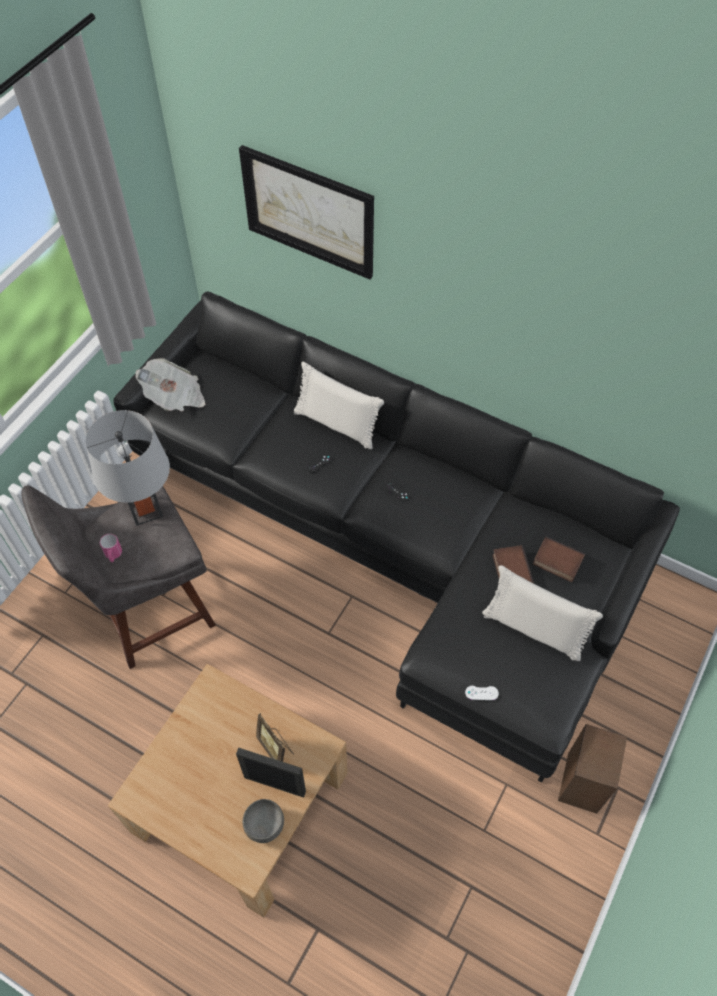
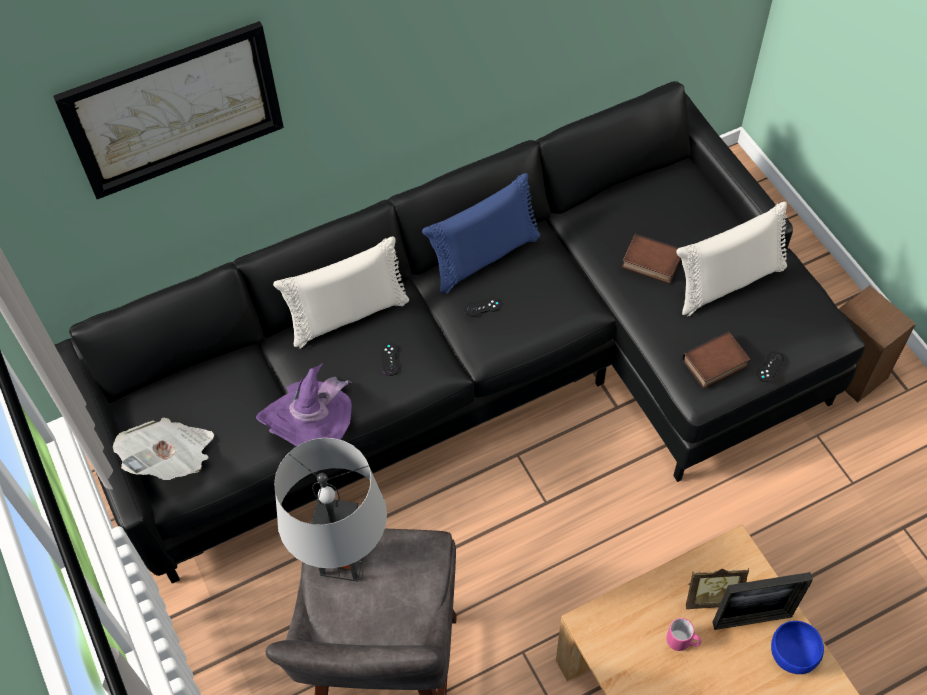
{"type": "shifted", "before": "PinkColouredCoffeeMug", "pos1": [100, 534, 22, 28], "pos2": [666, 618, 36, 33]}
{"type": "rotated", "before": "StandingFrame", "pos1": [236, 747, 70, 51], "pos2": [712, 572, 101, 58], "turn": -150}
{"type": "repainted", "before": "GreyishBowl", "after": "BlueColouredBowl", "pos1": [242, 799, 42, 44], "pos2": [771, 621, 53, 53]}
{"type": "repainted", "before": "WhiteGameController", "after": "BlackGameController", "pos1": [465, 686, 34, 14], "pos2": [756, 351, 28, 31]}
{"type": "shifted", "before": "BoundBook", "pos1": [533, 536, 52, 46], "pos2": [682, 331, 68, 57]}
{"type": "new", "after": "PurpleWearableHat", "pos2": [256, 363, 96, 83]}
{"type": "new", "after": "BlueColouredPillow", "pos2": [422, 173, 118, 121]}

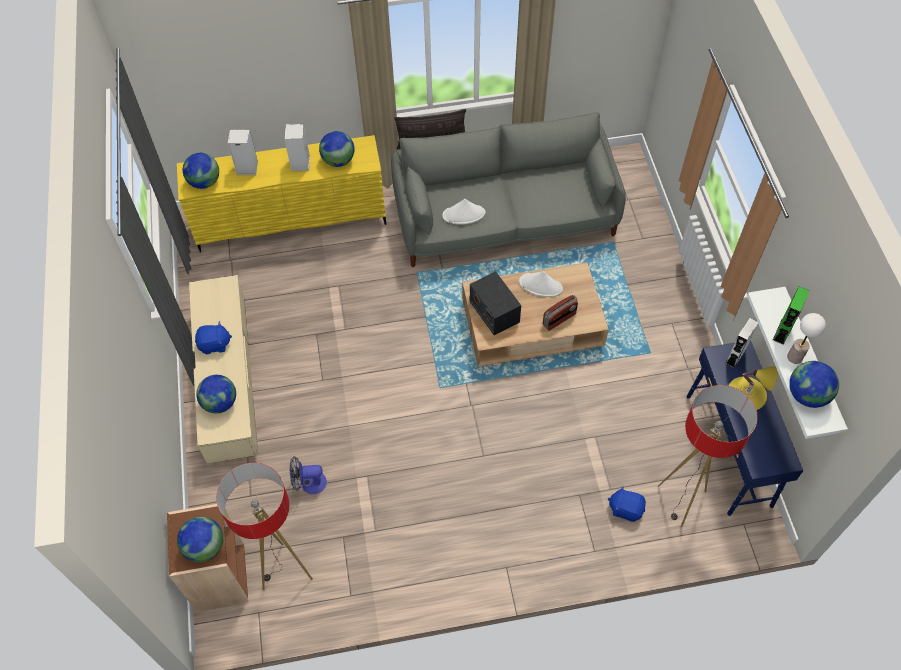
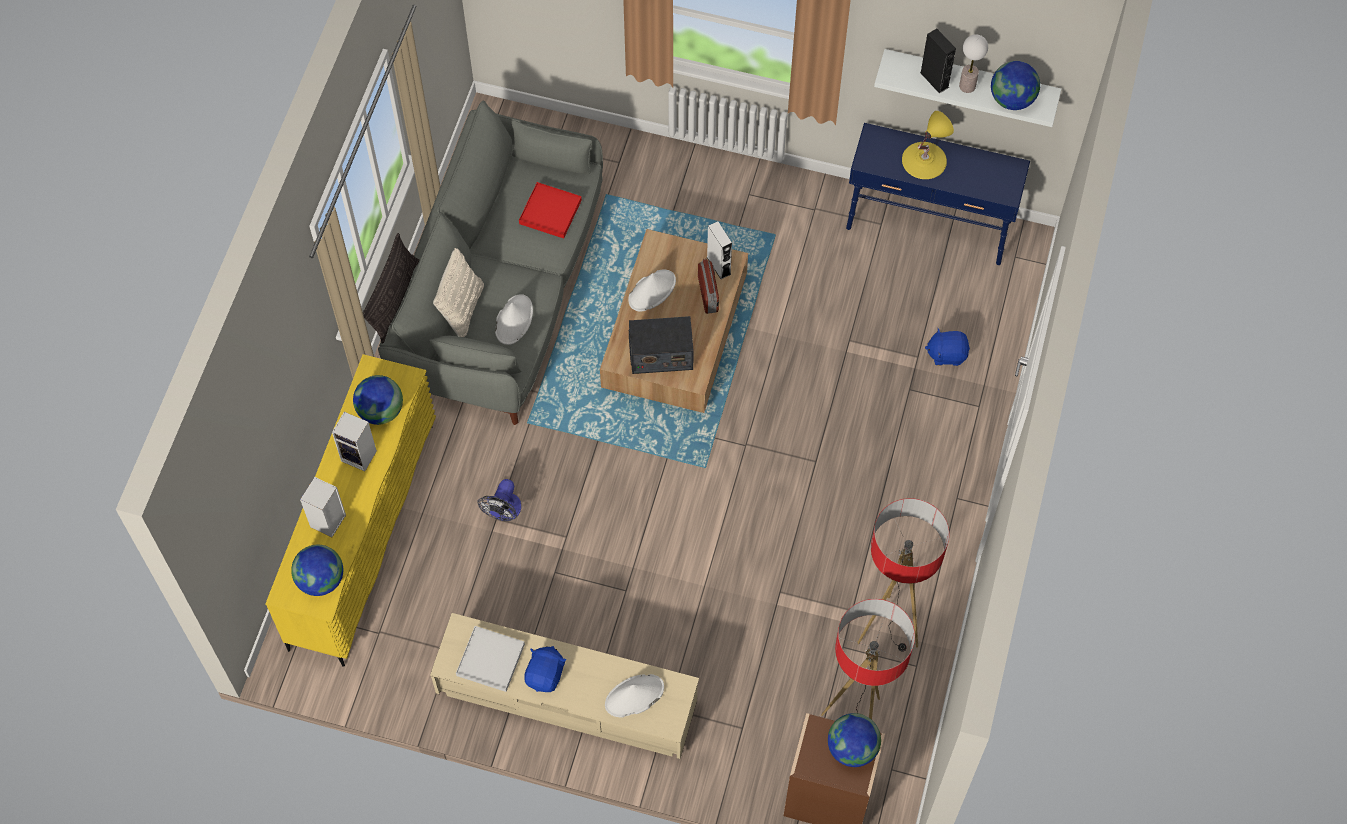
{"type": "swapped", "before": "DeskGlobe", "after": "WhiteWearableHat", "pos1": [196, 375, 40, 38], "pos2": [605, 674, 59, 43]}
{"type": "shifted", "before": "Fan", "pos1": [290, 456, 37, 38], "pos2": [477, 479, 44, 42]}
{"type": "rotated", "before": "BlueColouredCuddlyToy", "pos1": [608, 487, 38, 35], "pos2": [925, 328, 45, 38], "turn": 45}
{"type": "shifted", "before": "StandingLamp", "pos1": [658, 385, 100, 142], "pos2": [857, 498, 92, 154]}
{"type": "shifted", "before": "WhiteLoudspeaker", "pos1": [726, 318, 32, 50], "pos2": [707, 221, 25, 58]}
{"type": "repainted", "before": "GreenishLoudspeaker", "after": "BlackLoudspeaker", "pos1": [773, 287, 36, 58], "pos2": [920, 28, 36, 66]}
{"type": "new", "after": "BeigeColouredPillow", "pos2": [433, 248, 51, 89]}
{"type": "new", "after": "WhiteServingTray", "pos2": [456, 626, 69, 66]}
{"type": "new", "after": "RedServingTray", "pos2": [519, 182, 63, 56]}

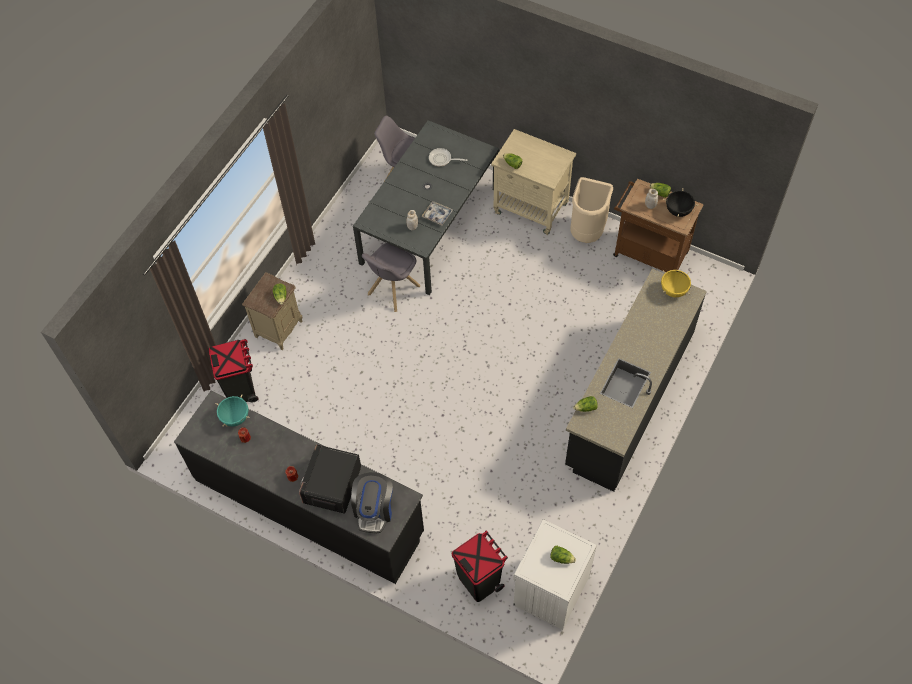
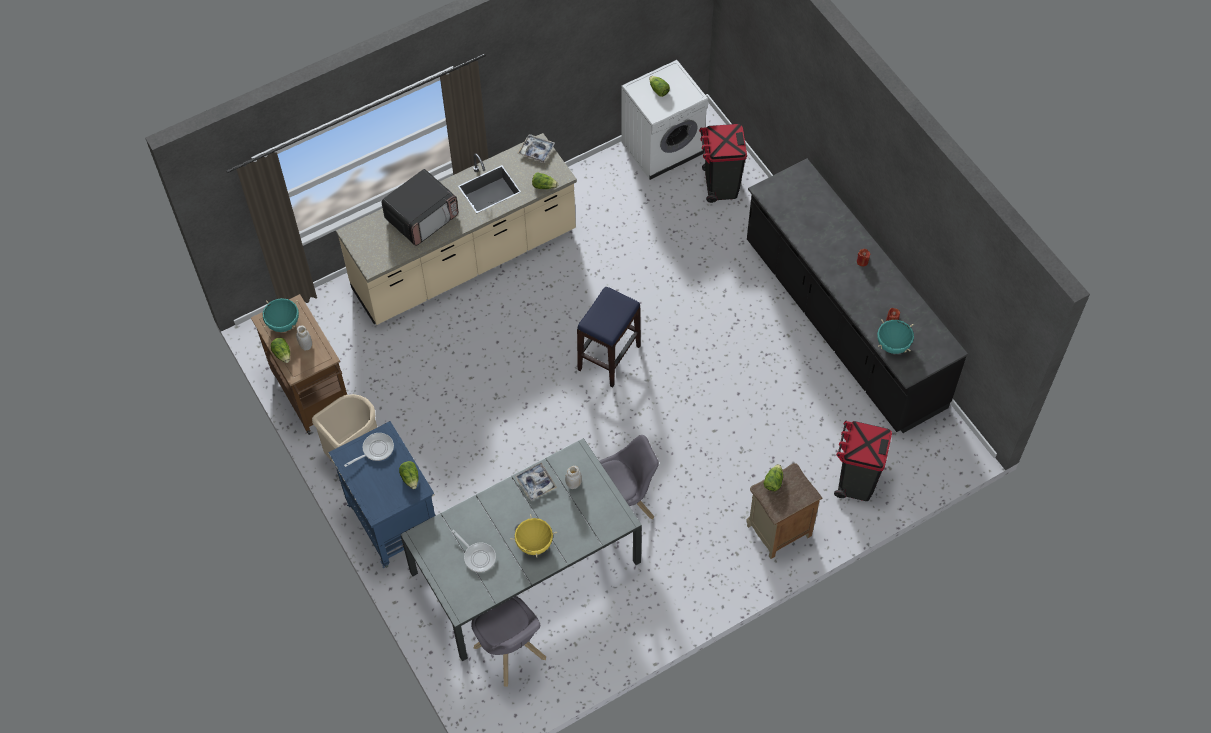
{"type": "shifted", "before": "KitchenMicrowave", "pos1": [299, 445, 62, 69], "pos2": [381, 169, 78, 77]}
{"type": "gone", "before": "CoffeeMaker", "pos1": [351, 472, 42, 61]}
{"type": "repainted", "before": "BeigeColouredCart", "after": "BlueColouredCart", "pos1": [491, 129, 85, 106], "pos2": [328, 421, 107, 147]}
{"type": "repainted", "before": "BlackKitchenBaseUnit", "after": "BeigeColouredKitchenBaseUnit", "pos1": [565, 269, 142, 223], "pos2": [336, 133, 241, 192]}
{"type": "shifted", "before": "YellowishSaucepot", "pos1": [661, 270, 30, 27], "pos2": [510, 514, 47, 43]}
{"type": "repainted", "before": "BlackSaucepot", "after": "TurquoiseColouredSaucepot", "pos1": [663, 188, 35, 29], "pos2": [263, 298, 36, 34]}
{"type": "new", "after": "FryingPan", "pos2": [344, 433, 50, 34]}
{"type": "new", "after": "ServingTray", "pos2": [517, 134, 38, 29]}
{"type": "new", "after": "Stool", "pos2": [577, 287, 64, 101]}

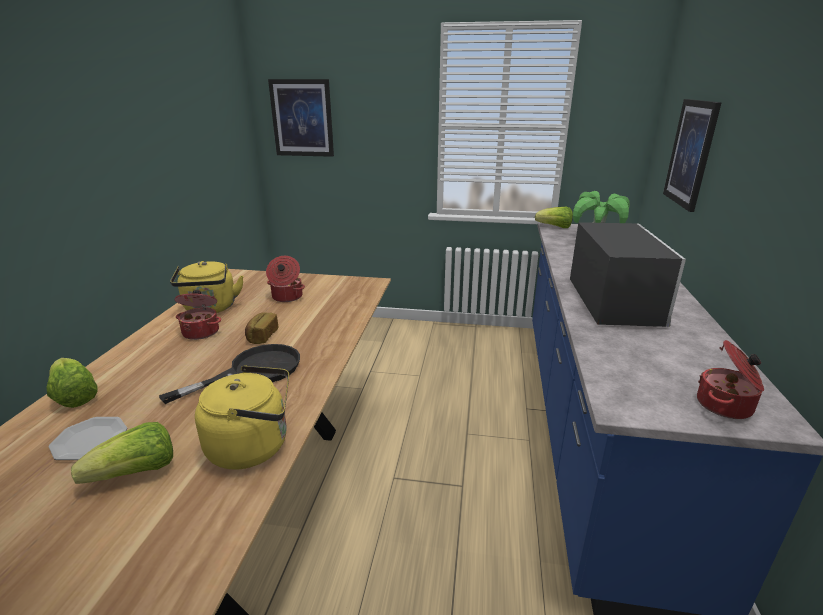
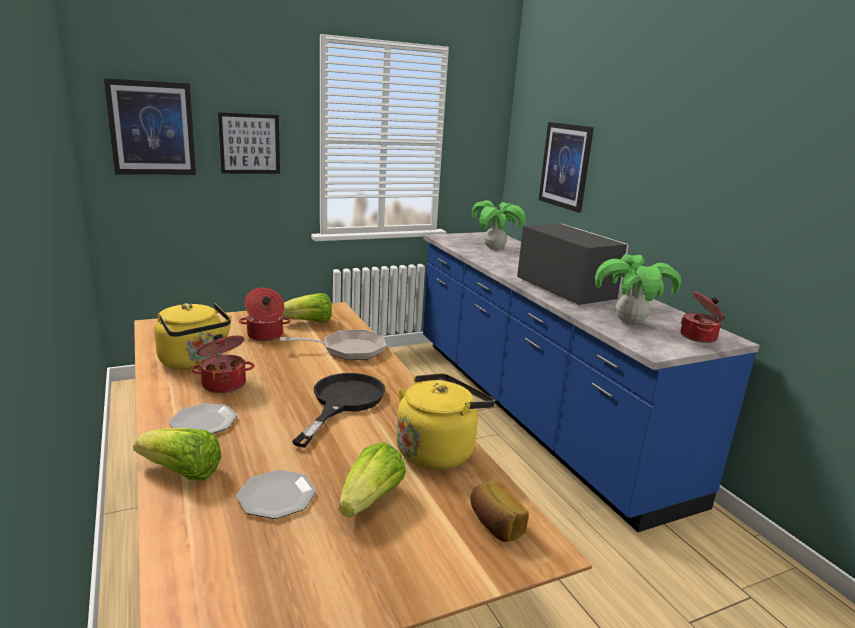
{"type": "shifted", "before": "BakedBread", "pos1": [245, 312, 33, 32], "pos2": [470, 481, 59, 61]}
{"type": "shifted", "before": "Lettuce", "pos1": [535, 207, 38, 21], "pos2": [282, 293, 50, 30]}
{"type": "new", "after": "DinnerPlate", "pos2": [169, 403, 68, 31]}
{"type": "new", "after": "WallArt", "pos2": [218, 112, 62, 62]}
{"type": "new", "after": "FryingPan", "pos2": [280, 330, 106, 30]}
{"type": "new", "after": "PottedPlant", "pos2": [595, 254, 86, 71]}

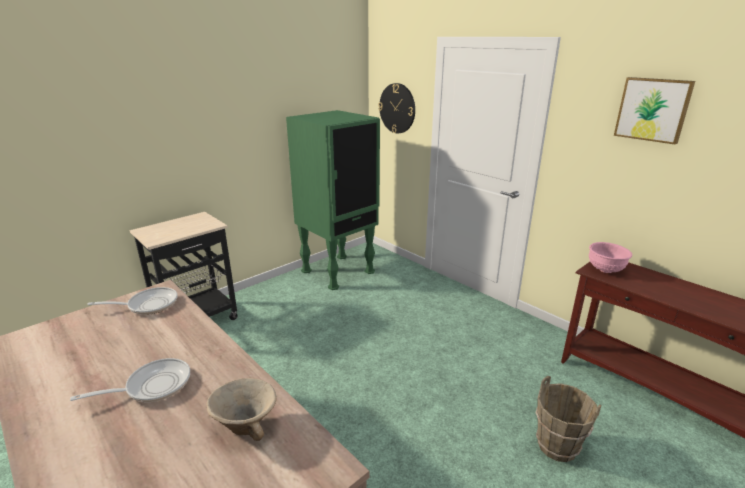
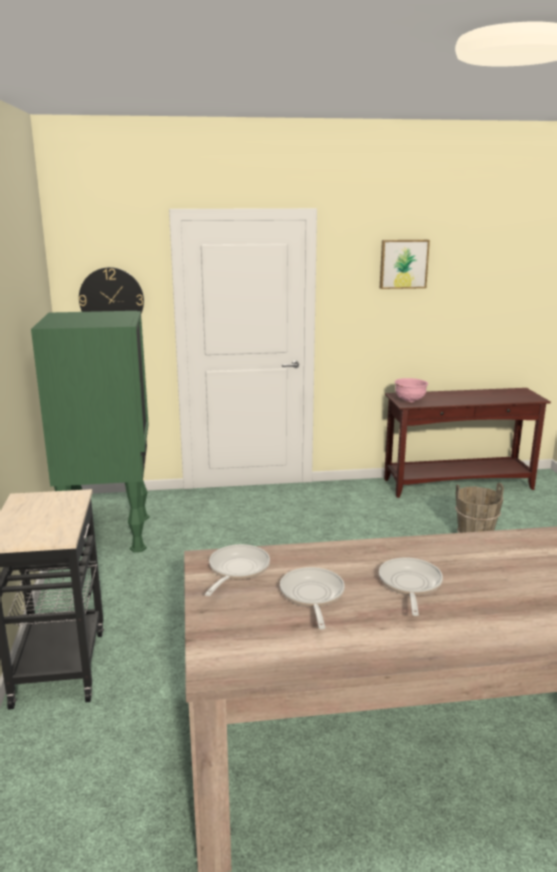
{"type": "gone", "before": "BeigeColouredBowl", "pos1": [206, 378, 71, 63]}
{"type": "new", "after": "FryingPan", "pos2": [280, 567, 65, 63]}

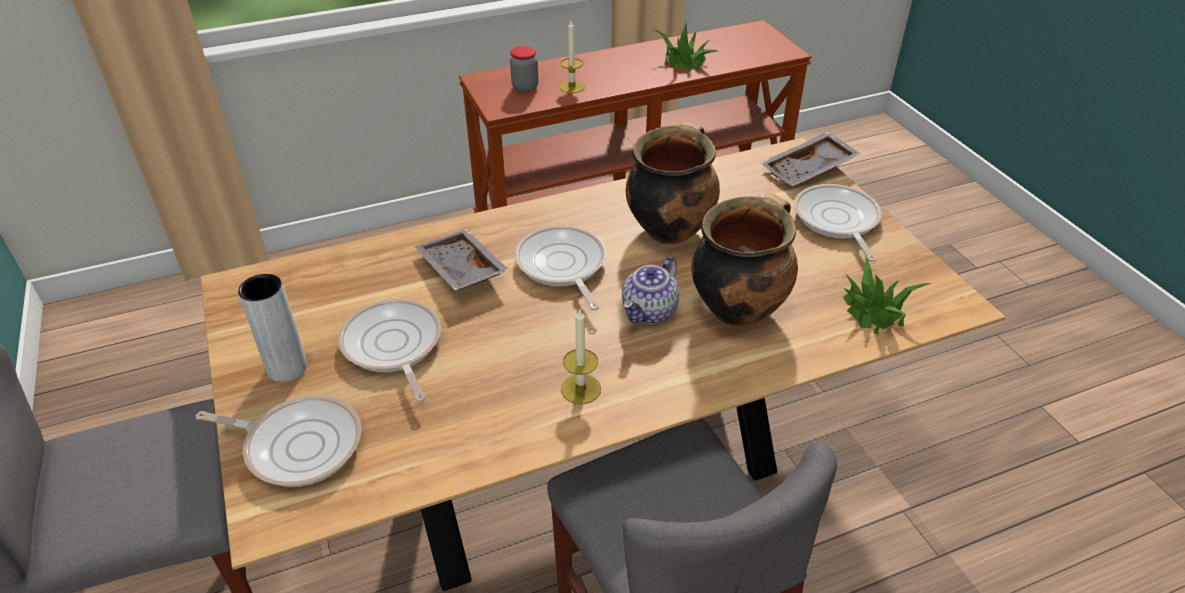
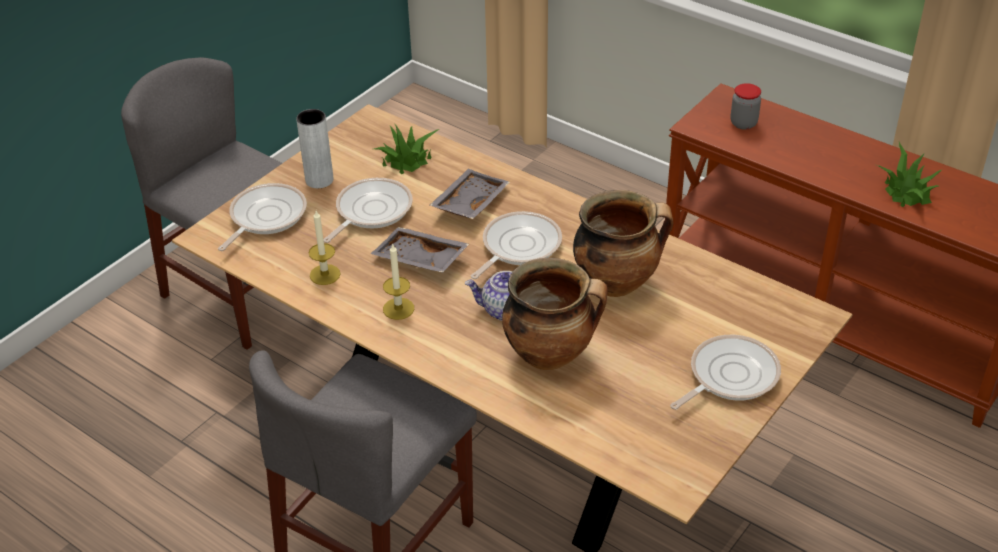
{"type": "rotated", "before": "FryingPan", "pos1": [196, 395, 166, 92], "pos2": [218, 183, 89, 68], "turn": -135}
{"type": "shifted", "before": "Candle", "pos1": [559, 21, 26, 72], "pos2": [308, 211, 32, 74]}
{"type": "shifted", "before": "GreyishServingTray", "pos1": [761, 132, 100, 54], "pos2": [370, 227, 99, 46]}
{"type": "shifted", "before": "PottedPlant", "pos1": [843, 256, 88, 79], "pos2": [374, 123, 65, 51]}

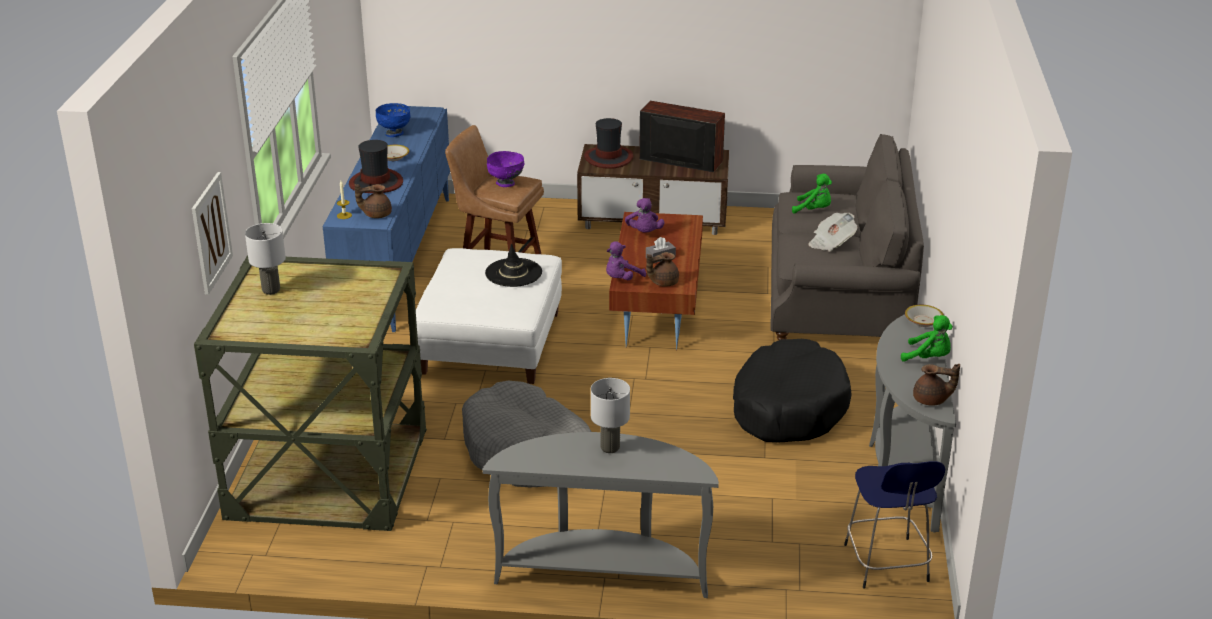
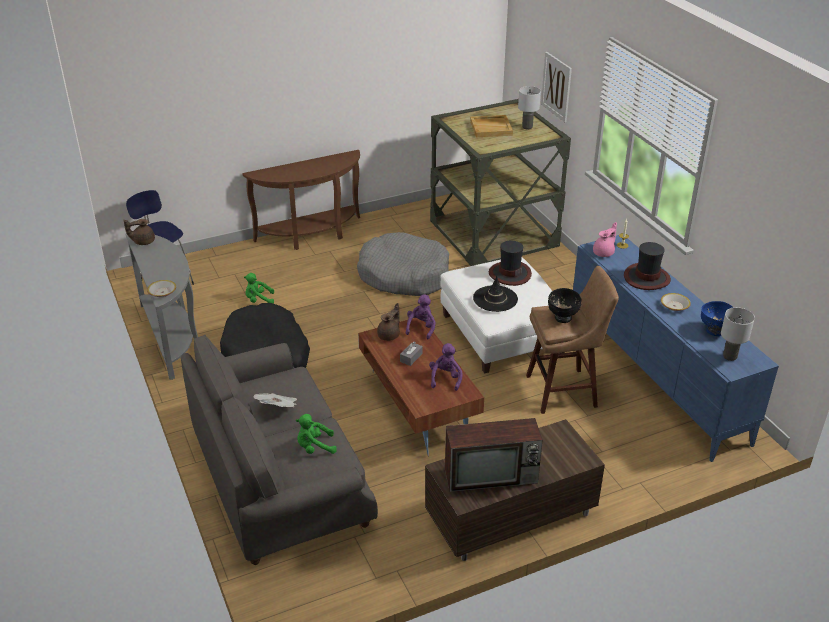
{"type": "repainted", "before": "BrownColouredTeaPot", "after": "PinkColouredTeaPot", "pos1": [354, 184, 38, 34], "pos2": [593, 222, 24, 35]}
{"type": "repainted", "before": "GreyishNarrowTable", "after": "BrownColouredNarrowTable", "pos1": [482, 432, 237, 166], "pos2": [242, 150, 118, 100]}
{"type": "repainted", "before": "PurpleBowl", "after": "BlackBowl", "pos1": [487, 151, 37, 36], "pos2": [548, 288, 33, 35]}
{"type": "shifted", "before": "WearableHat", "pos1": [584, 118, 50, 51], "pos2": [489, 241, 43, 45]}
{"type": "shifted", "before": "WhiteLampForATable", "pos1": [591, 378, 39, 75], "pos2": [721, 307, 34, 54]}
{"type": "rotated", "before": "PurpleCuddlyToy", "pos1": [625, 198, 40, 35], "pos2": [429, 343, 33, 48], "turn": 45}
{"type": "shifted", "before": "GreenishCuddlyToy", "pos1": [901, 315, 52, 47], "pos2": [244, 273, 30, 31]}
{"type": "new", "after": "BeigeColouredServingTray", "pos2": [470, 115, 43, 22]}

